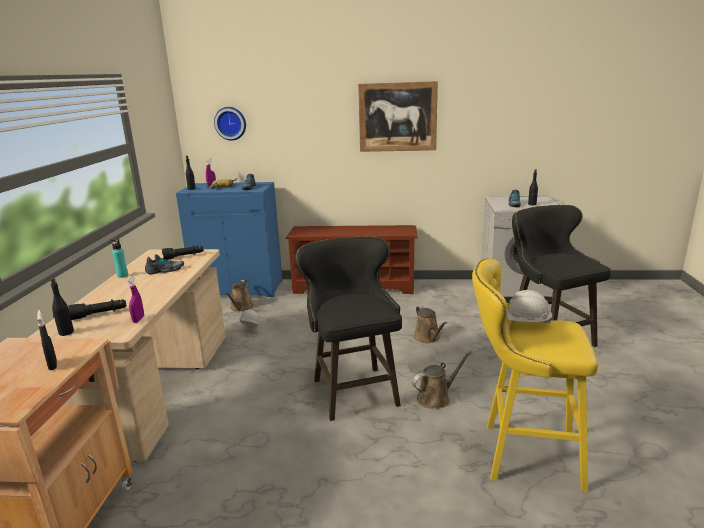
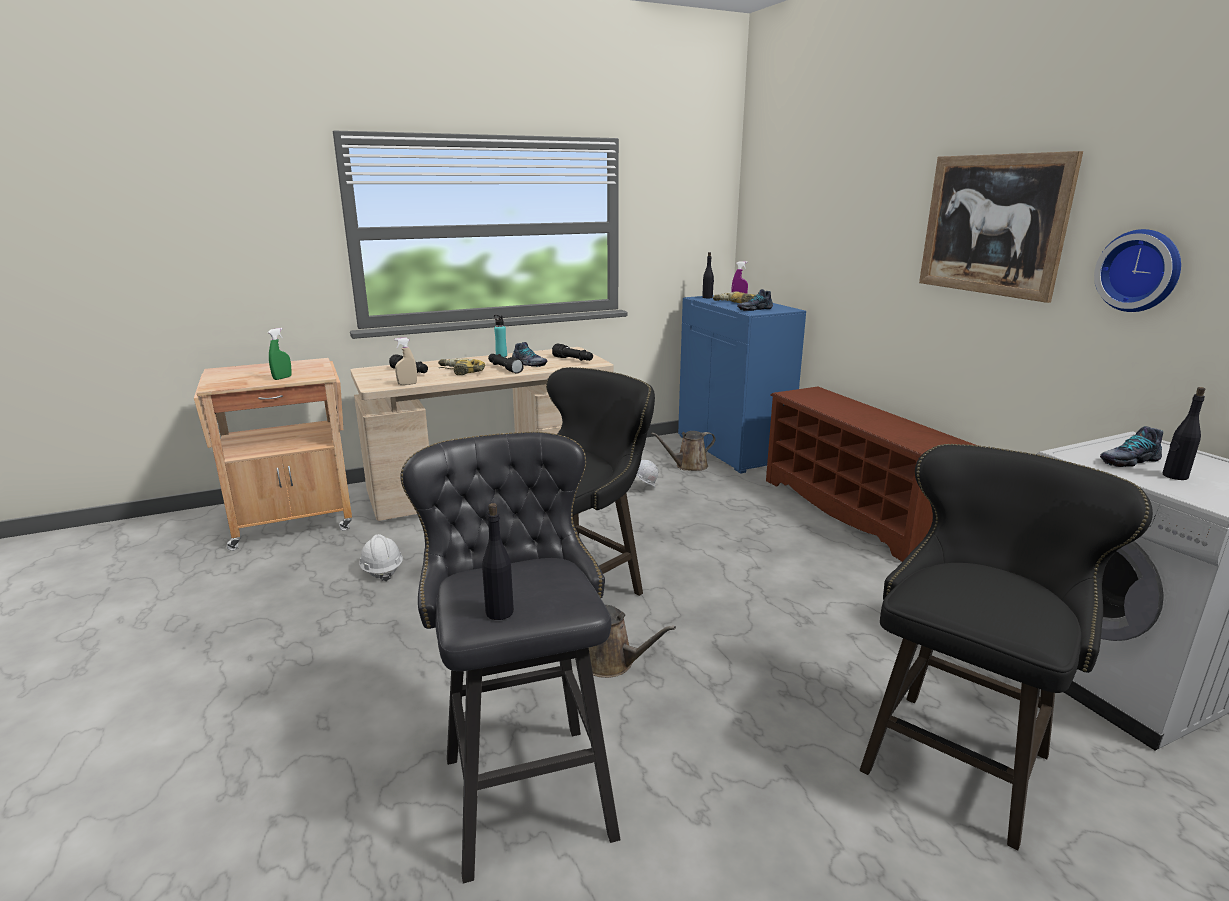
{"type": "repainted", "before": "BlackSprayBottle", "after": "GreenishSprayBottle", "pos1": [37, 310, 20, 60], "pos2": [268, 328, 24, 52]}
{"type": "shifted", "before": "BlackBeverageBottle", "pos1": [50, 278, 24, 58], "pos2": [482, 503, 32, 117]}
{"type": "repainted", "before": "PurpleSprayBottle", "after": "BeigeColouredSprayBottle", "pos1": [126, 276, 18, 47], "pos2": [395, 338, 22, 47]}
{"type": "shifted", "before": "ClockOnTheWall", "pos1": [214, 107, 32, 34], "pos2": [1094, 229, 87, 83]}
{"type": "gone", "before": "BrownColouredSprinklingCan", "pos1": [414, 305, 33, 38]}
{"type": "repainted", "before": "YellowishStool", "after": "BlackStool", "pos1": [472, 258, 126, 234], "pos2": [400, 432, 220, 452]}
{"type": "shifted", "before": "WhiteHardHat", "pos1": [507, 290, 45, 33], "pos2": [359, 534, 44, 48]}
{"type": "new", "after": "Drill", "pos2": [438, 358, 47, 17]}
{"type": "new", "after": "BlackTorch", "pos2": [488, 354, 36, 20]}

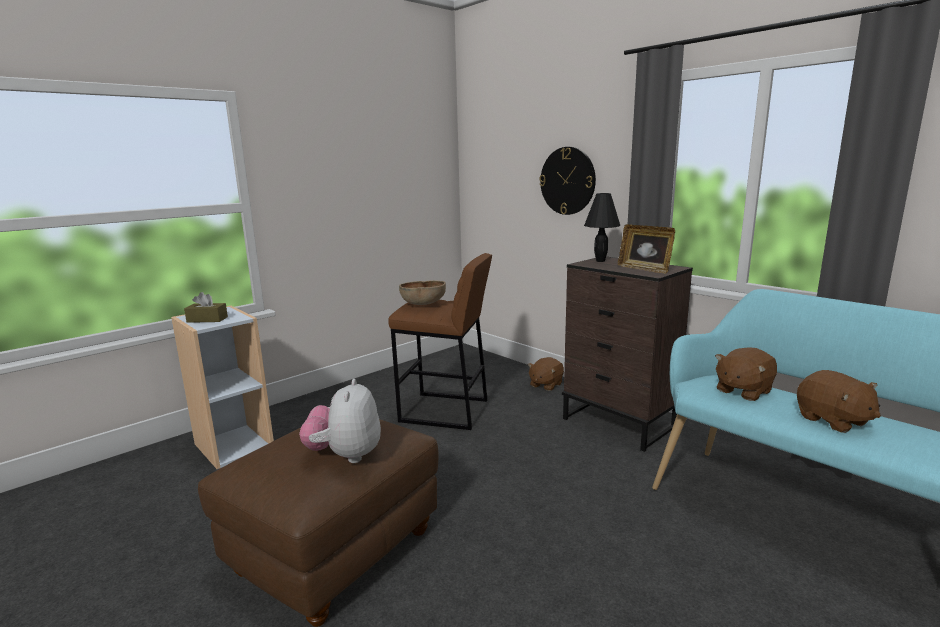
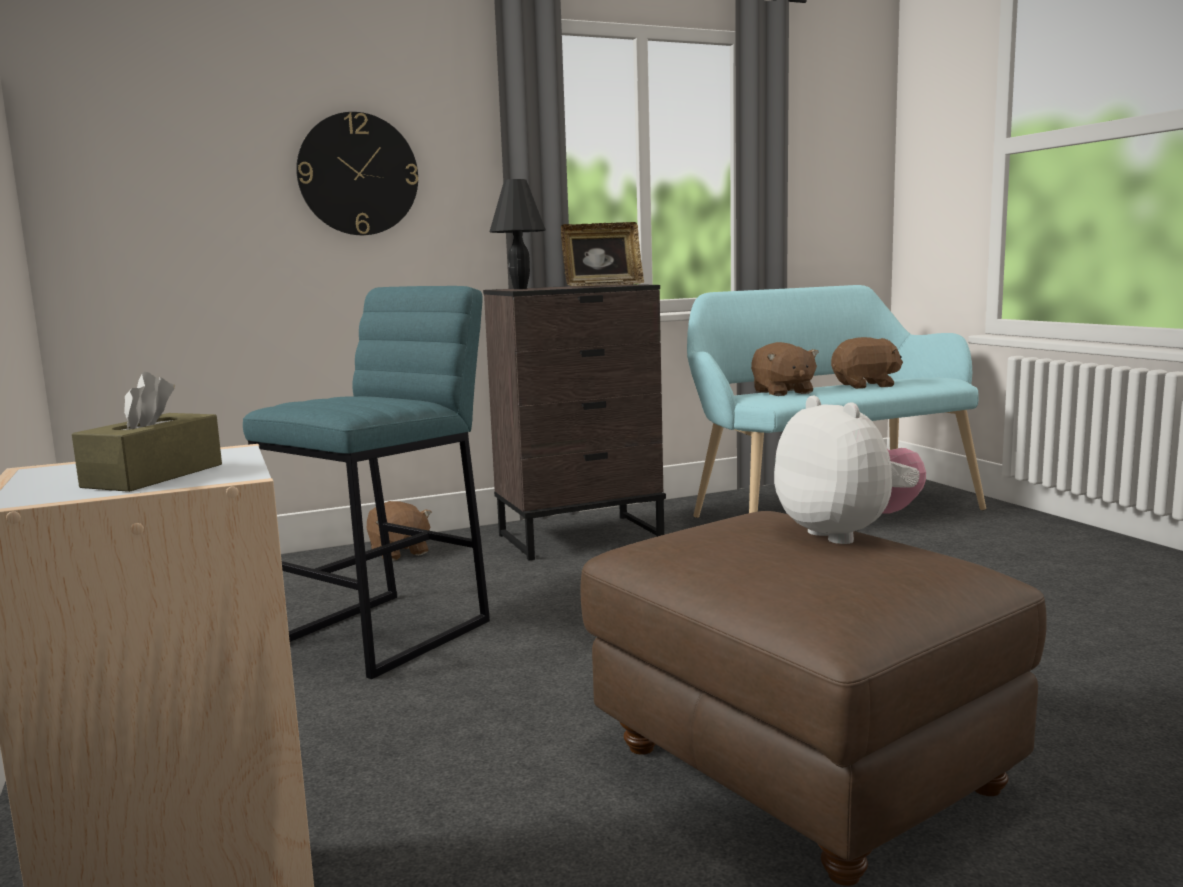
{"type": "rotated", "before": "CuddlyToy", "pos1": [299, 379, 82, 84], "pos2": [774, 396, 152, 148], "turn": -135}
{"type": "repainted", "before": "BrownColouredStool", "after": "TurquoiseColouredStool", "pos1": [388, 253, 104, 177], "pos2": [243, 286, 247, 393]}
{"type": "gone", "before": "BrownColouredBowl", "pos1": [399, 280, 47, 25]}

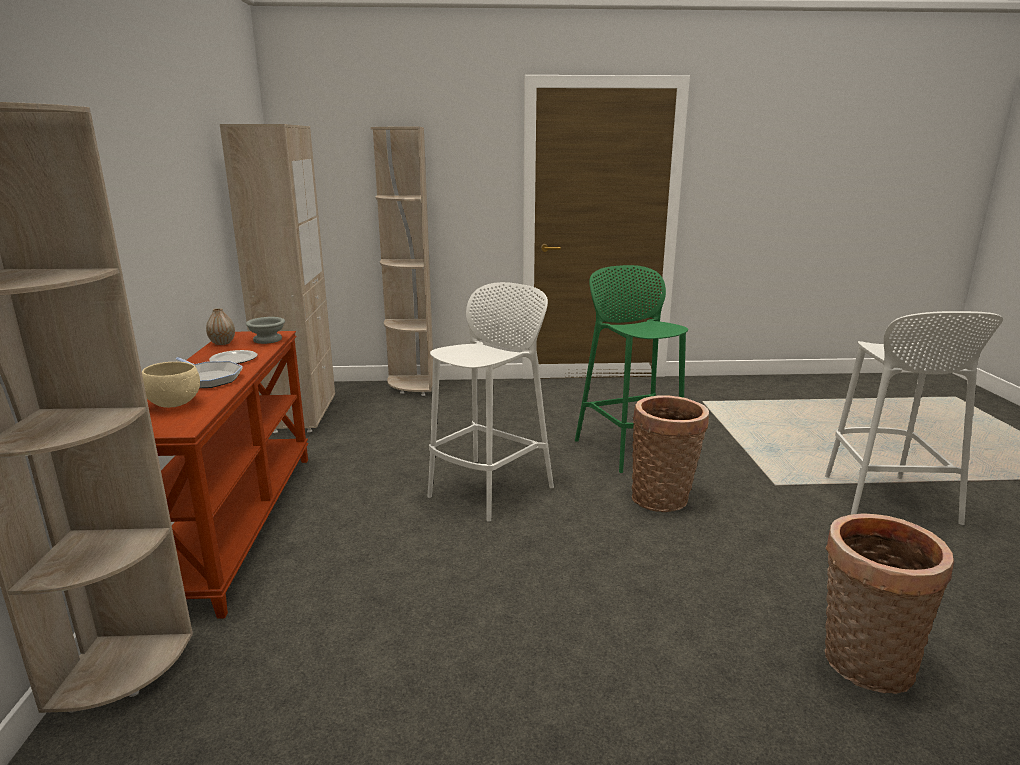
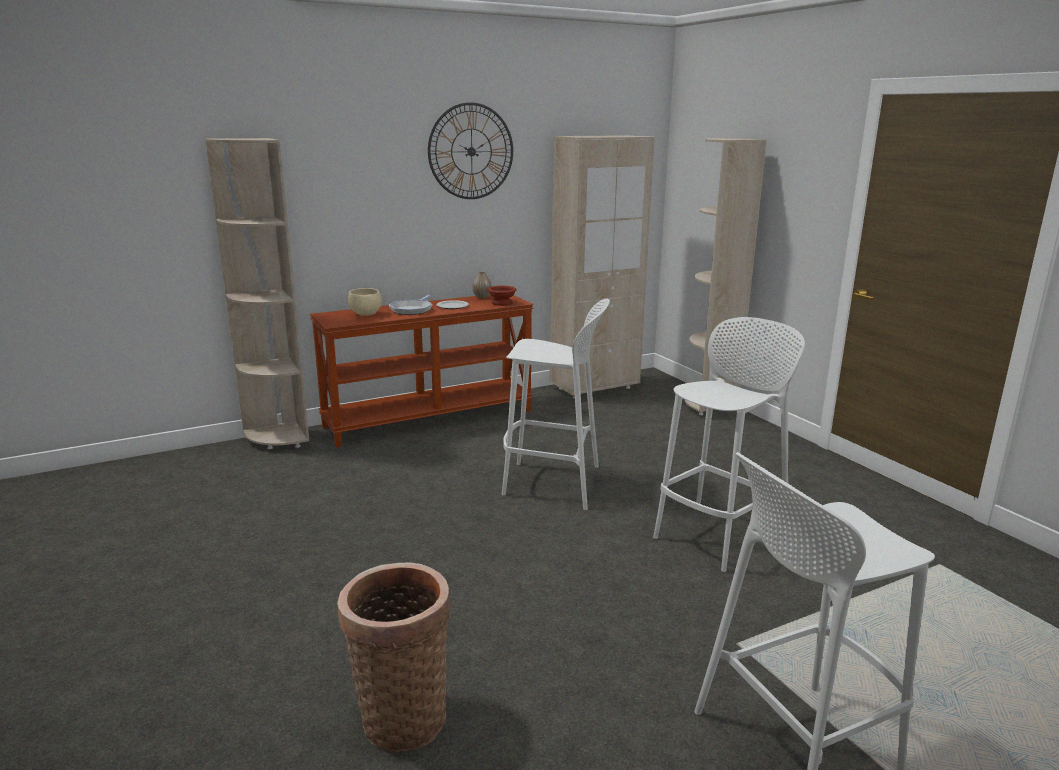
{"type": "repainted", "before": "GreyishBowl", "after": "BrownColouredBowl", "pos1": [246, 317, 39, 27], "pos2": [488, 286, 28, 20]}
{"type": "repainted", "before": "GreenishStool", "after": "WhiteStool", "pos1": [575, 265, 113, 208], "pos2": [653, 317, 152, 255]}
{"type": "gone", "before": "StorageBasket", "pos1": [632, 395, 77, 117]}
{"type": "new", "after": "ClockOnTheWall", "pos2": [428, 102, 85, 97]}

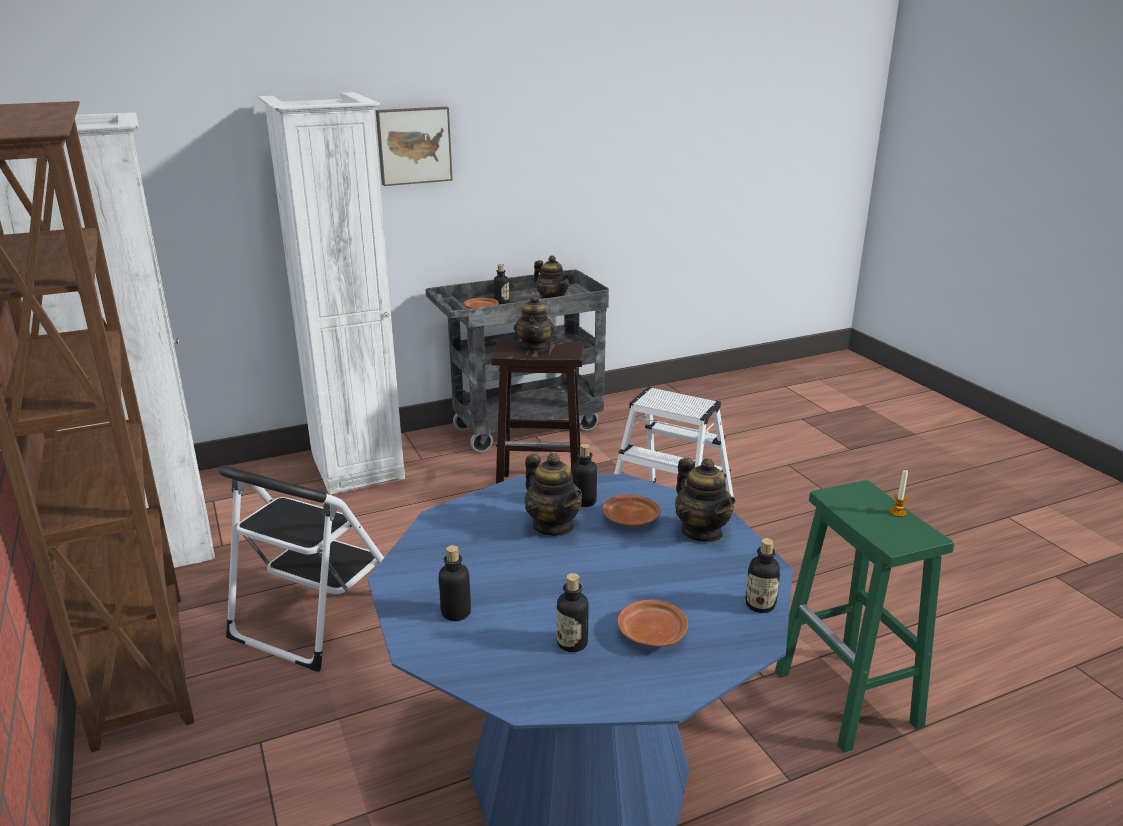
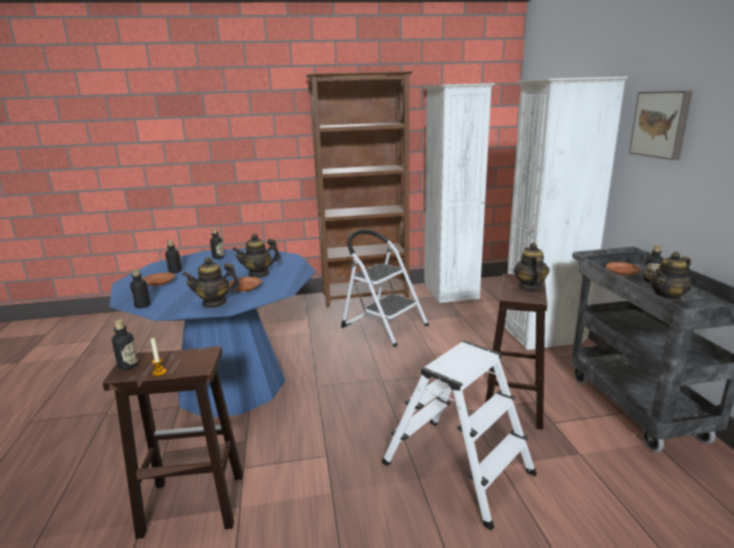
{"type": "rotated", "before": "TeaPot", "pos1": [514, 295, 41, 56], "pos2": [513, 242, 36, 49], "turn": 75}
{"type": "shifted", "before": "BeverageBottle", "pos1": [572, 444, 25, 63], "pos2": [112, 319, 27, 51]}
{"type": "repainted", "before": "GreenishStool", "after": "BrownColouredStool", "pos1": [775, 480, 179, 273], "pos2": [103, 346, 140, 193]}

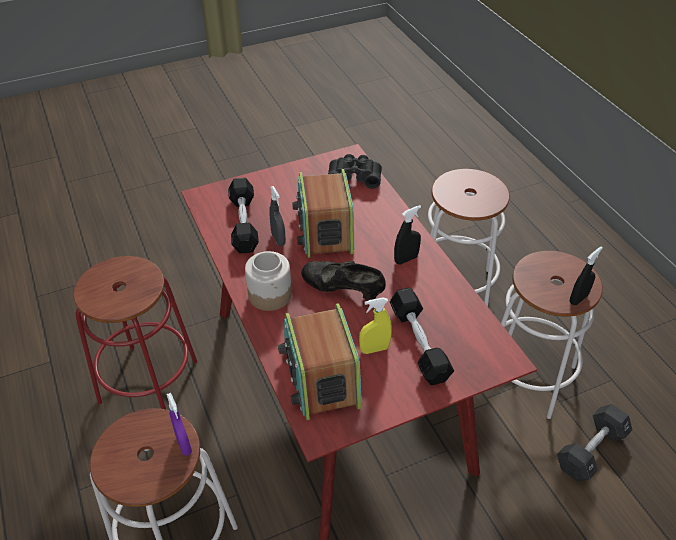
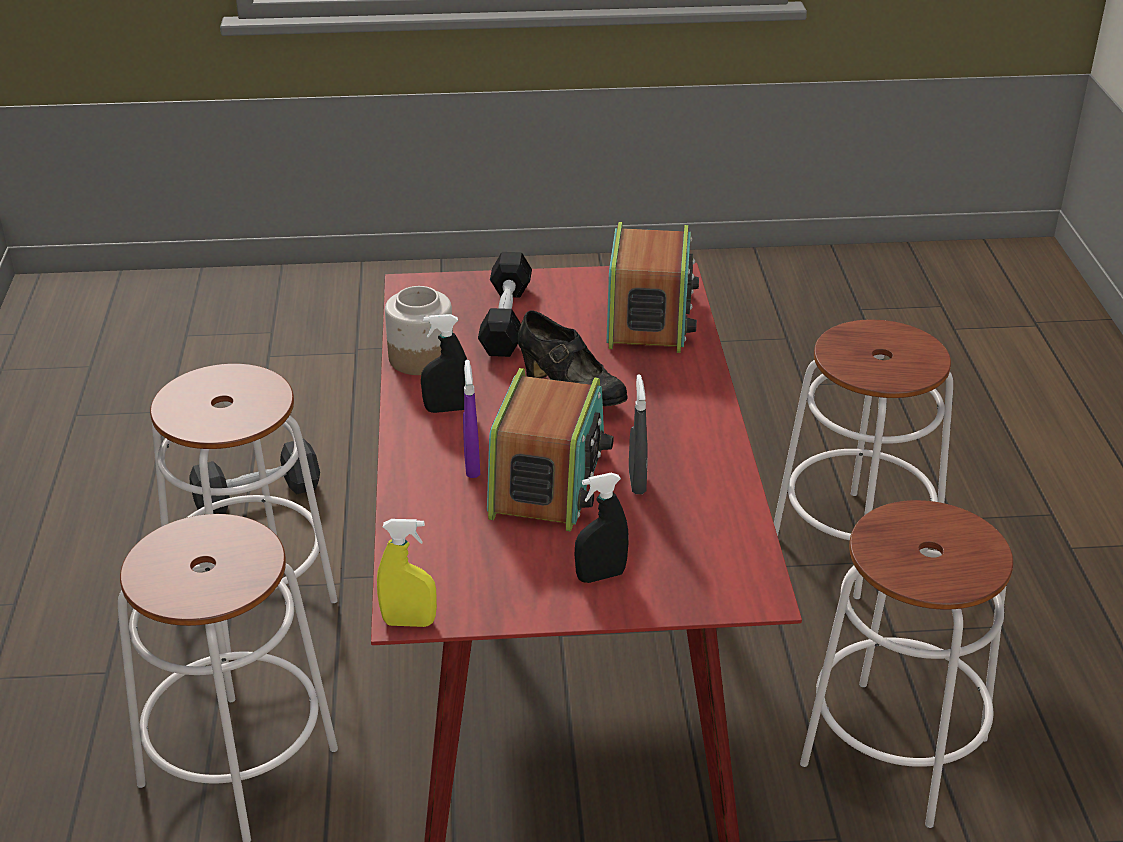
{"type": "repainted", "before": "RedStool", "after": "WhiteStool", "pos1": [74, 256, 123, 153], "pos2": [800, 500, 213, 328]}
{"type": "shifted", "before": "PurpleSprayBottle", "pos1": [167, 393, 25, 63], "pos2": [463, 360, 17, 118]}
{"type": "gone", "before": "BlackFreeWeight", "pos1": [228, 178, 31, 76]}
{"type": "shifted", "before": "PreserveJar", "pos1": [245, 251, 47, 60], "pos2": [385, 286, 68, 89]}
{"type": "gone", "before": "BlackFieldGlasses", "pos1": [328, 154, 54, 35]}
{"type": "shifted", "before": "YellowishSprayBottle", "pos1": [359, 298, 33, 56], "pos2": [377, 519, 60, 108]}
{"type": "shifted", "before": "BlackSprayBottle", "pos1": [570, 246, 33, 59], "pos2": [574, 473, 55, 110]}

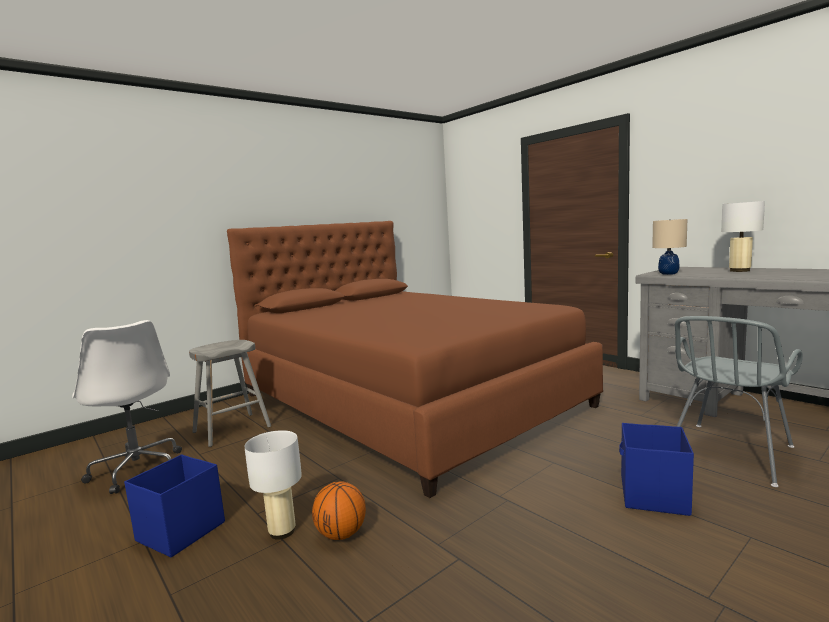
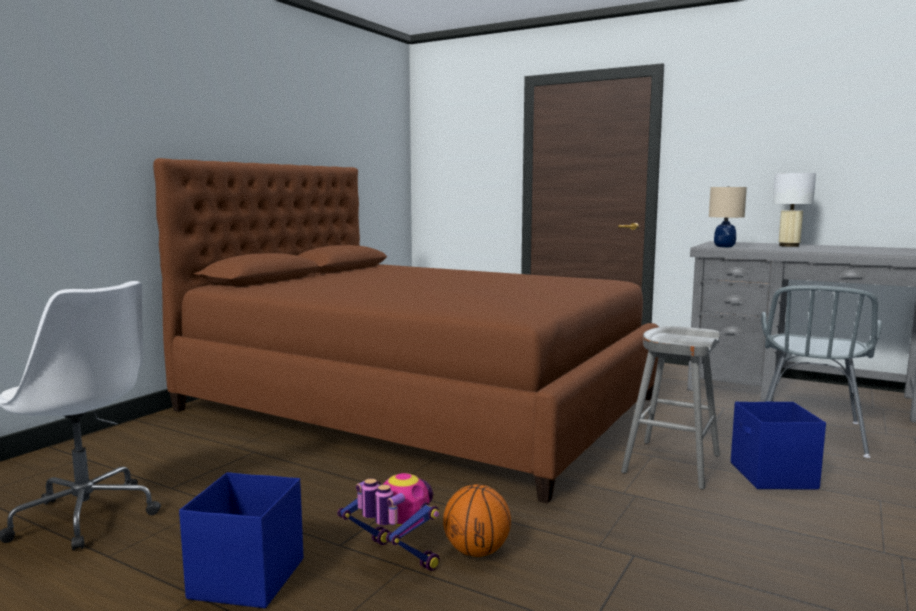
{"type": "shifted", "before": "GreyishStool", "pos1": [189, 340, 82, 107], "pos2": [621, 326, 99, 163]}
{"type": "swapped", "before": "WhiteLampForATable", "after": "RobotFigure", "pos1": [245, 430, 57, 110], "pos2": [337, 473, 102, 98]}

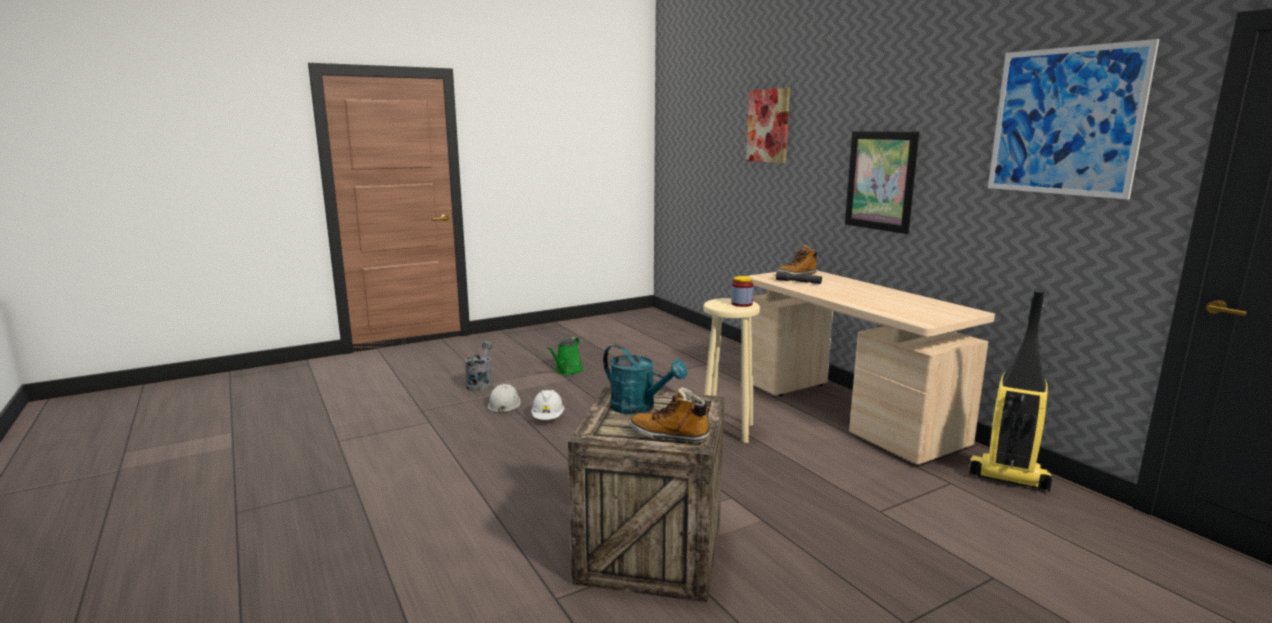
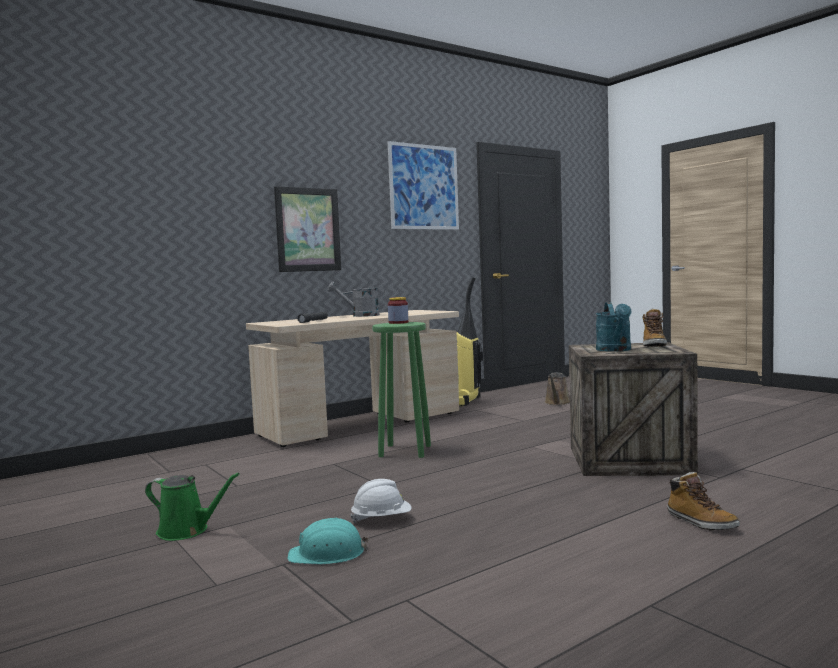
{"type": "shifted", "before": "GreyishSprinklingCan", "pos1": [465, 341, 28, 51], "pos2": [328, 280, 57, 37]}
{"type": "repainted", "before": "WhiteHardHat", "after": "TurquoiseColouredHardHat", "pos1": [488, 384, 33, 30], "pos2": [288, 517, 81, 48]}
{"type": "rotated", "before": "TurquoiseColouredSprinklingCan", "pos1": [603, 345, 84, 70], "pos2": [596, 302, 35, 50], "turn": 150}
{"type": "repainted", "before": "BeigeColouredStool", "after": "GreenishStool", "pos1": [703, 298, 57, 145], "pos2": [372, 322, 59, 136]}
{"type": "gone", "before": "WallArt", "pos1": [746, 88, 44, 76]}
{"type": "shifted", "before": "HighTopBoot", "pos1": [778, 245, 40, 30], "pos2": [667, 472, 73, 59]}
{"type": "new", "after": "BrownColouredSprinklingCan", "pos2": [544, 372, 26, 33]}

